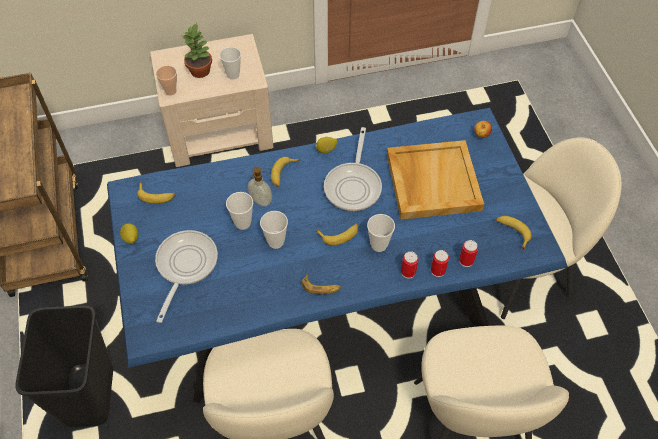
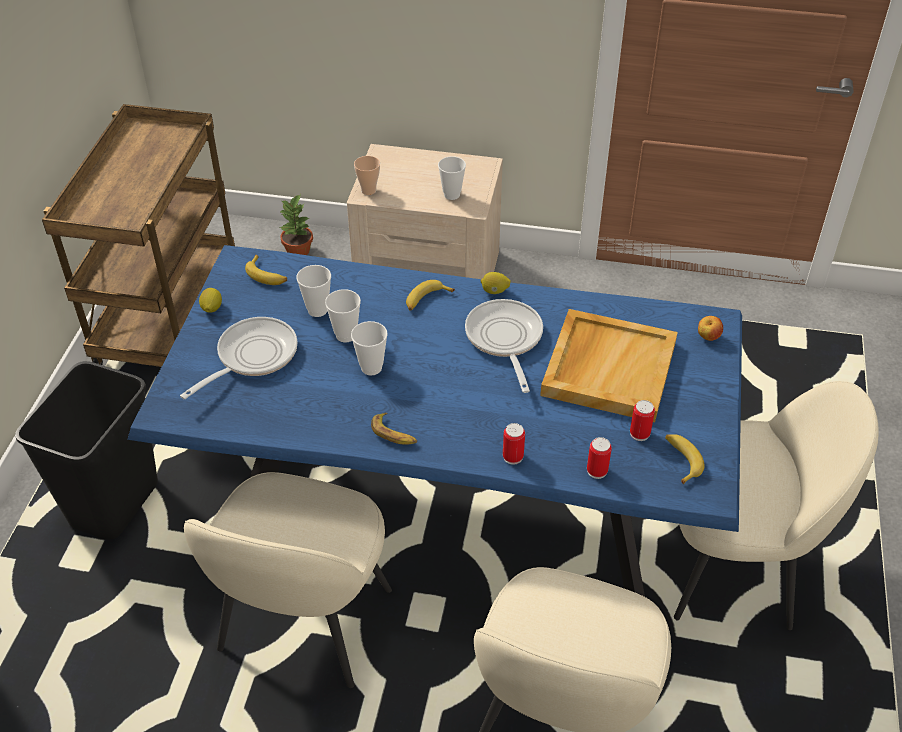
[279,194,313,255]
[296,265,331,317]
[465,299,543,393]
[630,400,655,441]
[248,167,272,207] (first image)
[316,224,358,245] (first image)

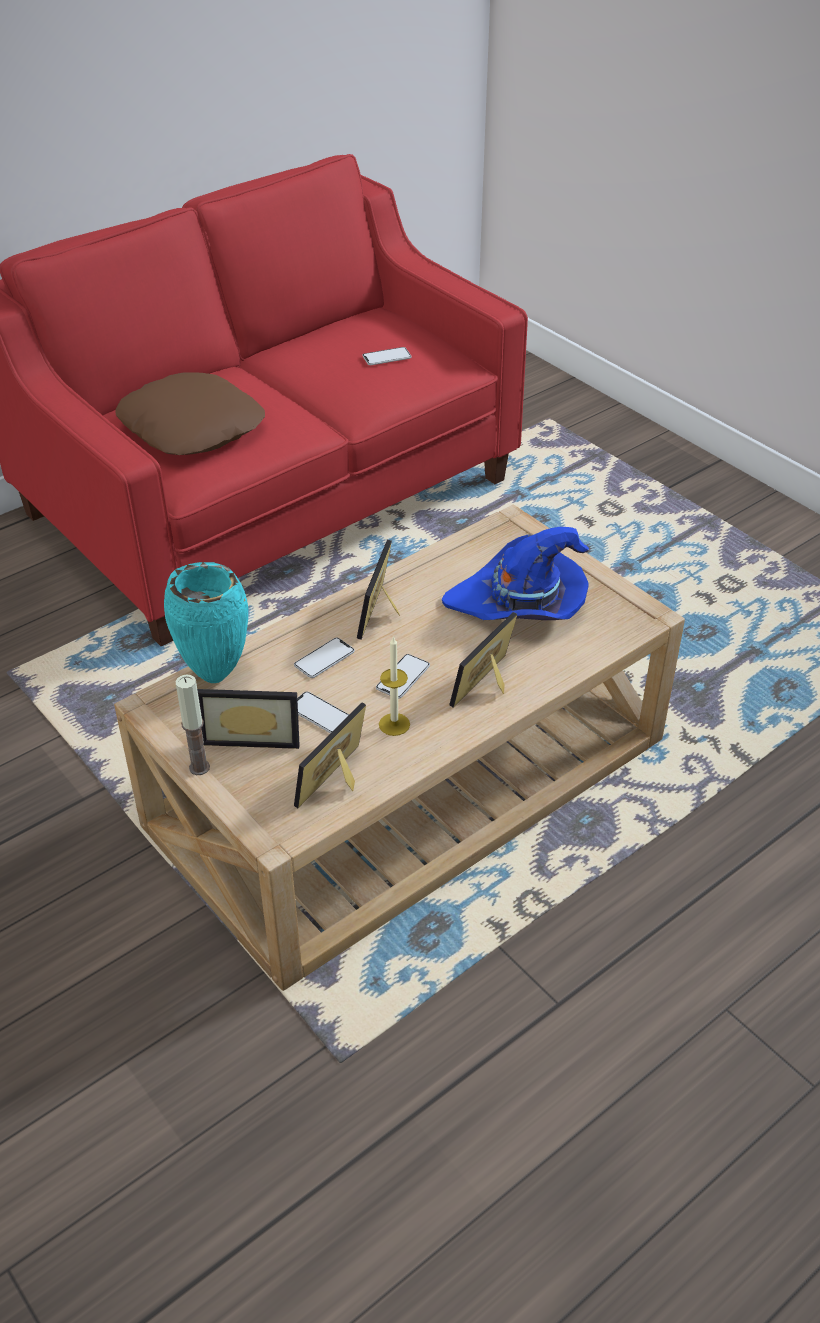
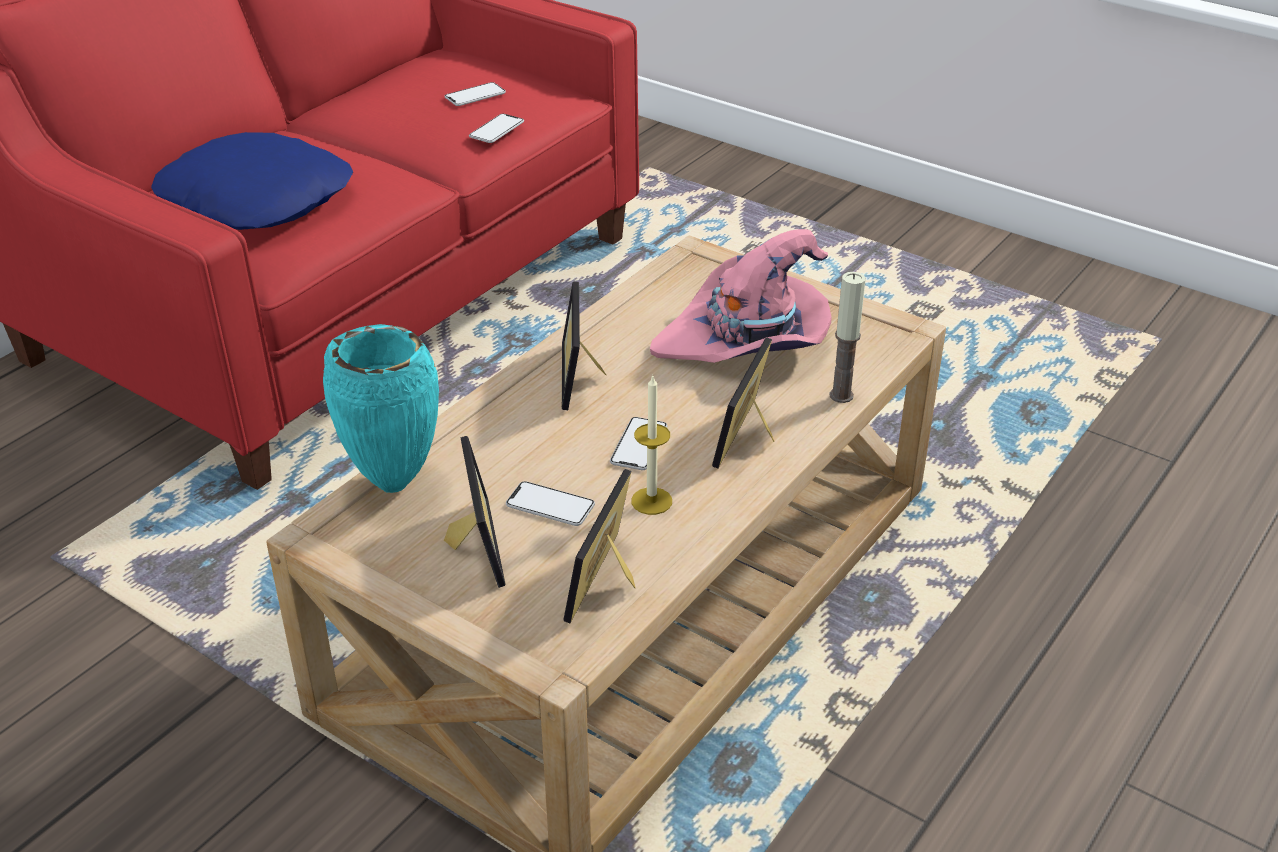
[151,132,353,230]
[444,436,505,588]
[469,114,524,143]
[650,229,832,363]
[830,272,866,403]

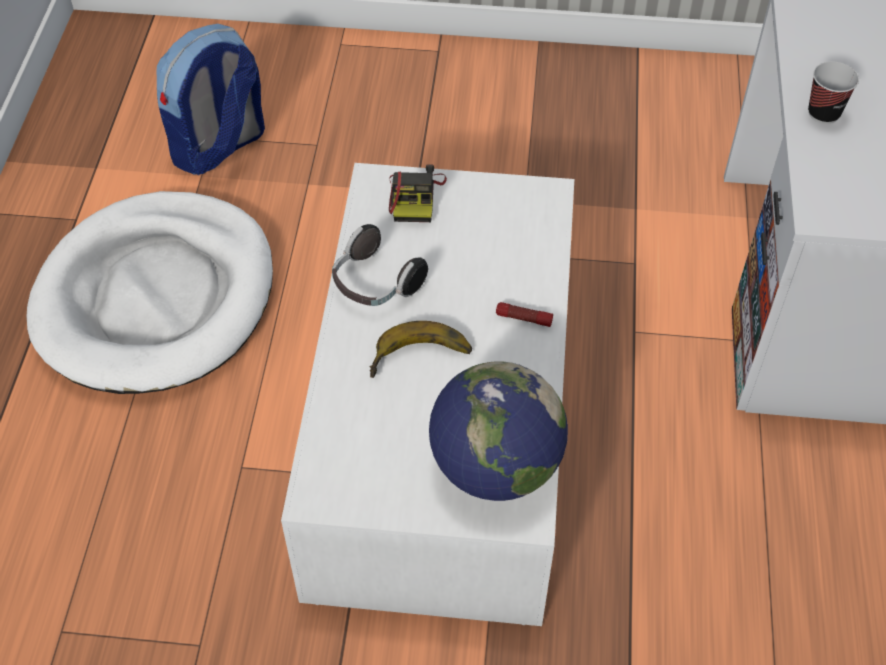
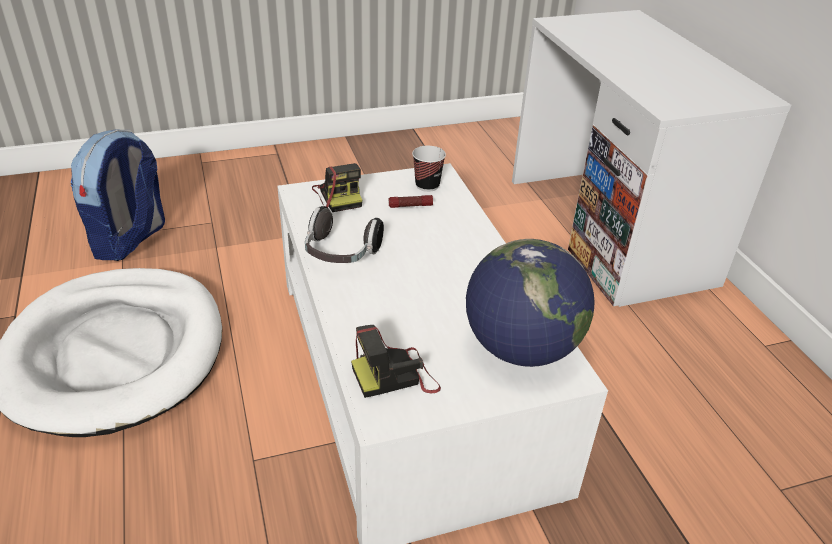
[351,325,441,398]
[388,195,433,208]
[412,146,446,192]
[370,321,472,378] (first image)

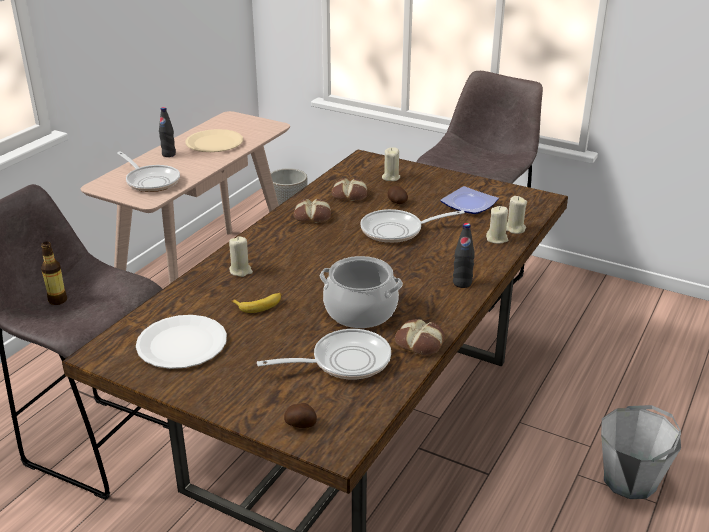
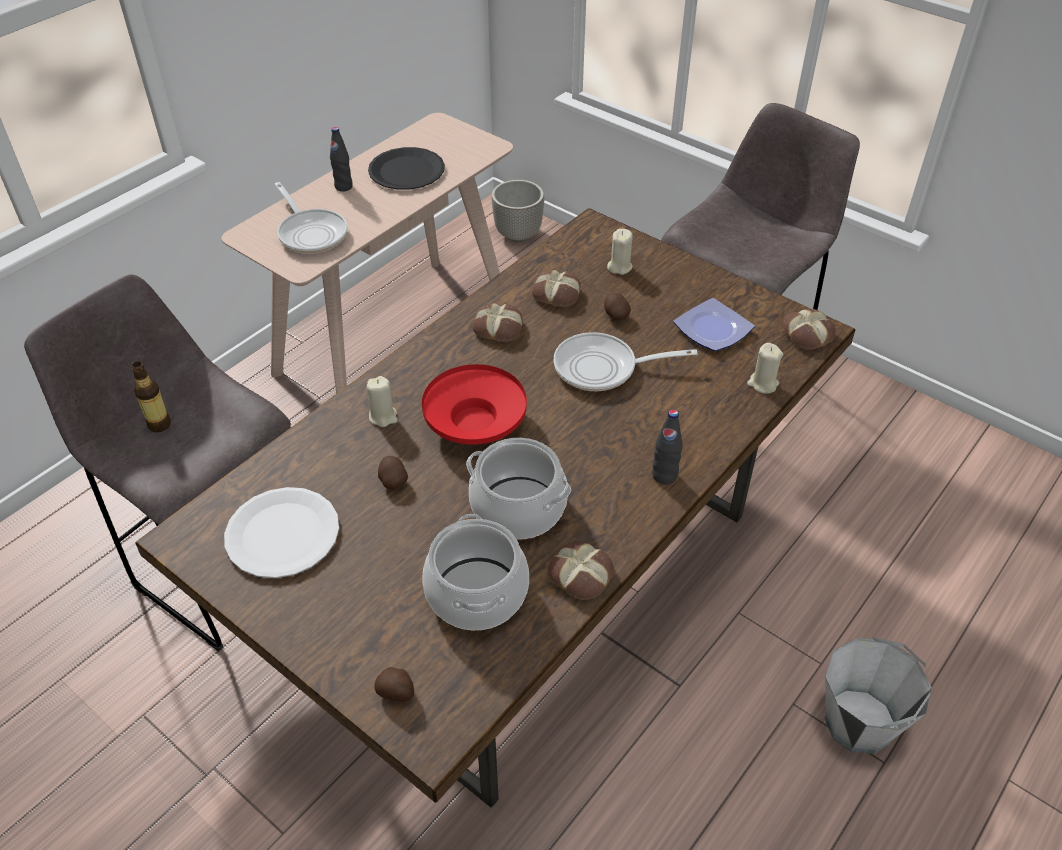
[368,147,445,190]
[378,456,408,489]
[422,364,527,445]
[422,514,529,630]
[783,309,836,350]
[486,206,508,244] (first image)

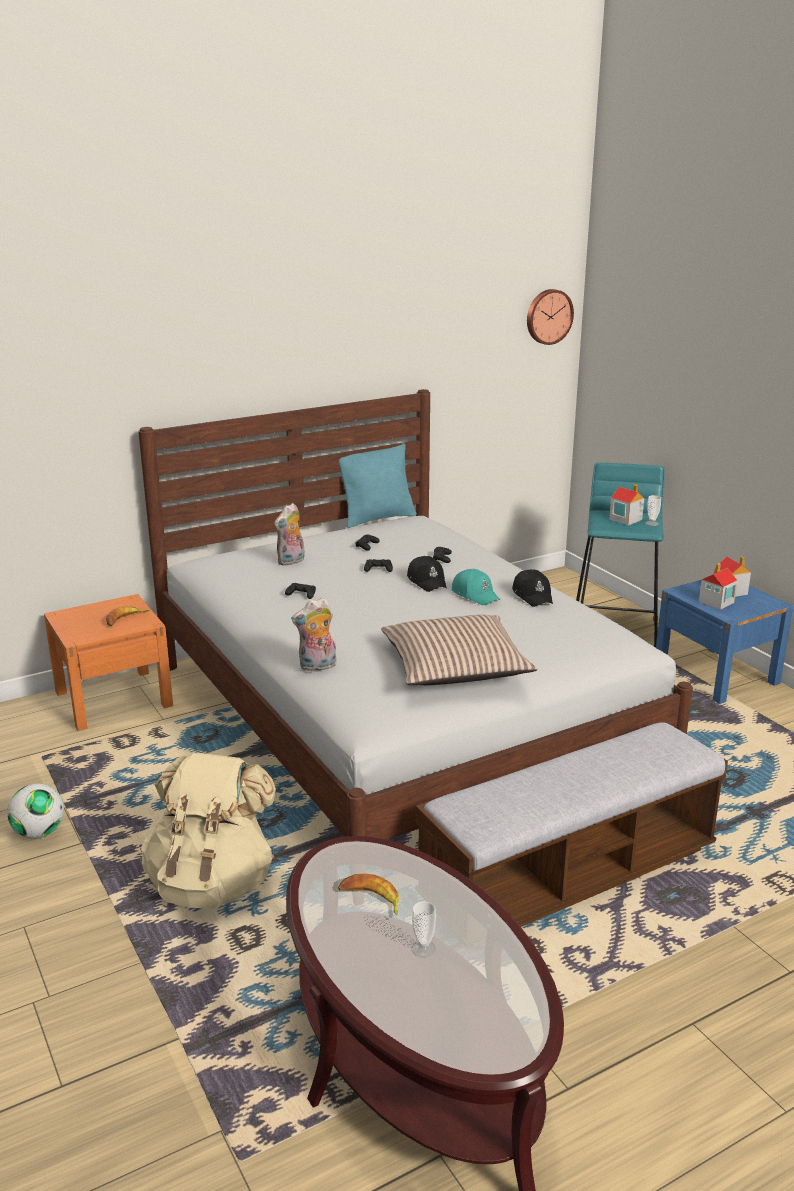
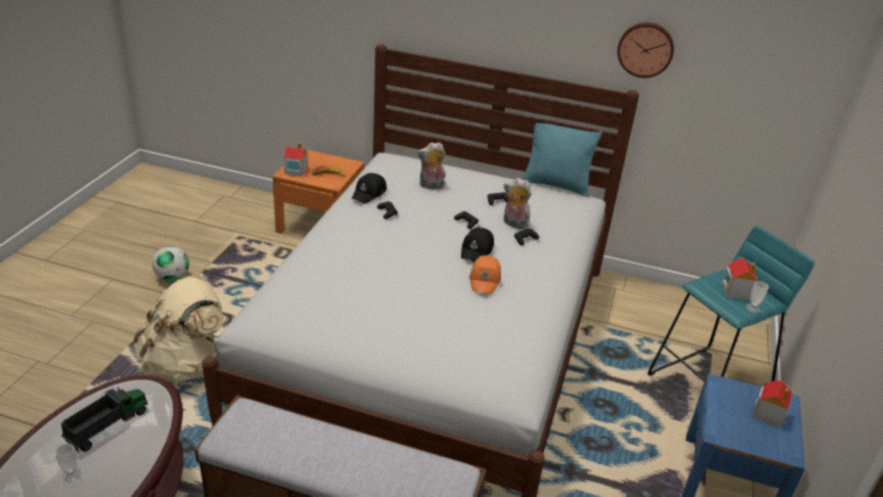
[61,388,148,452]
[284,142,308,176]
[352,173,387,204]
[469,255,501,294]
[504,178,532,229]
[617,22,674,78]
[381,615,538,685] (first image)

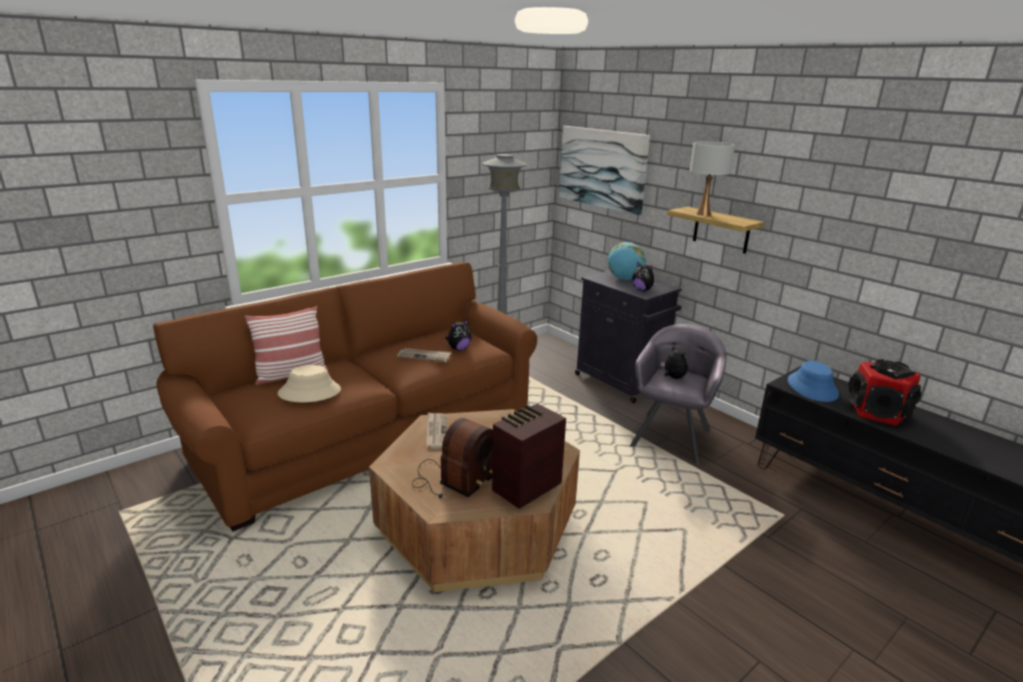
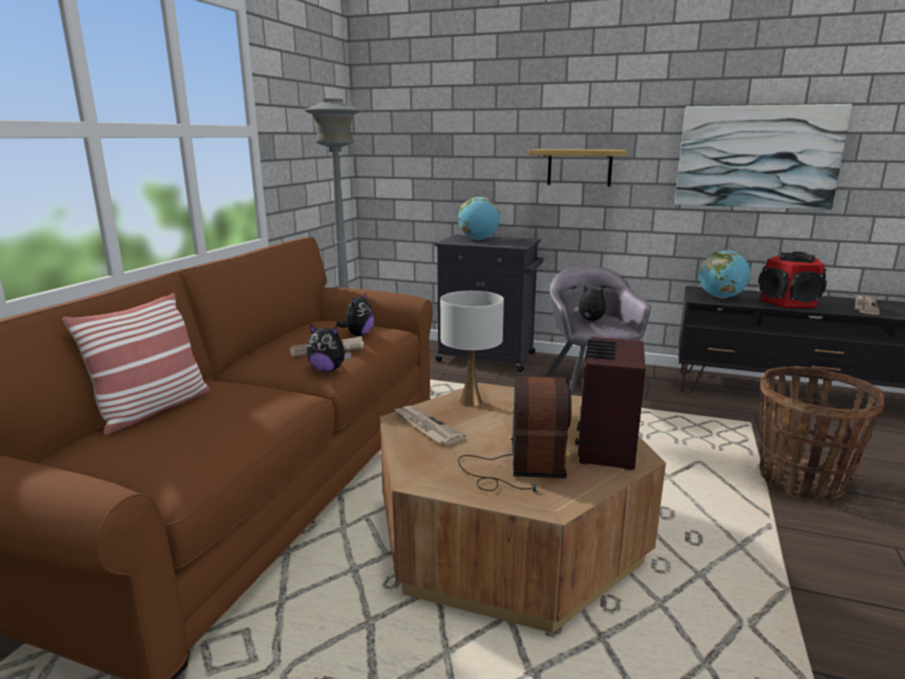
[307,324,351,372]
[440,291,504,407]
[675,104,852,210]
[699,250,750,298]
[760,366,886,501]
[855,294,880,315]
[278,365,341,402] (first image)

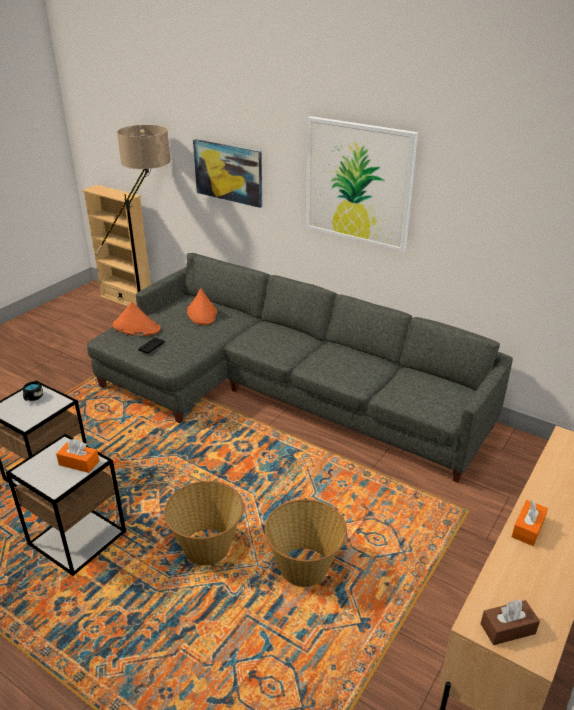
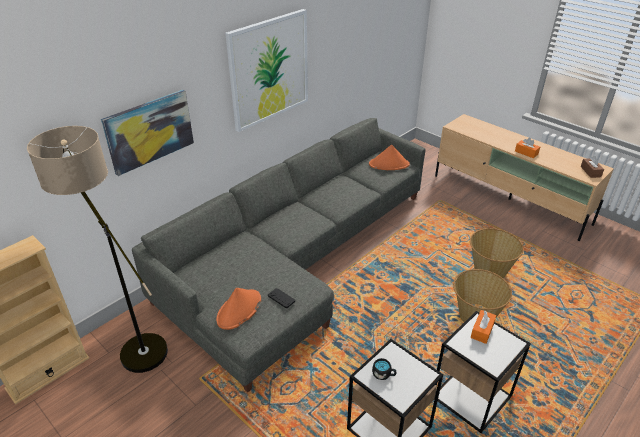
[369,144,410,170]

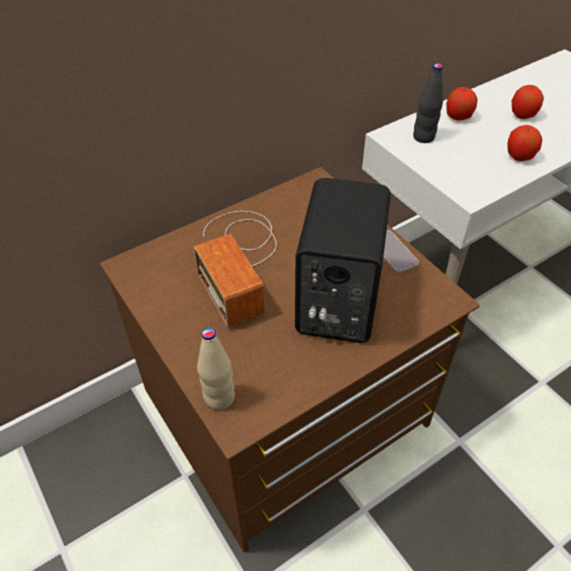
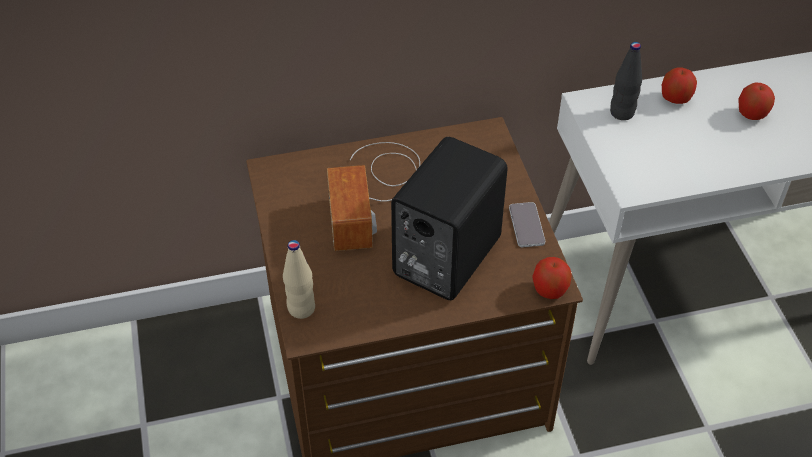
[532,257,572,299]

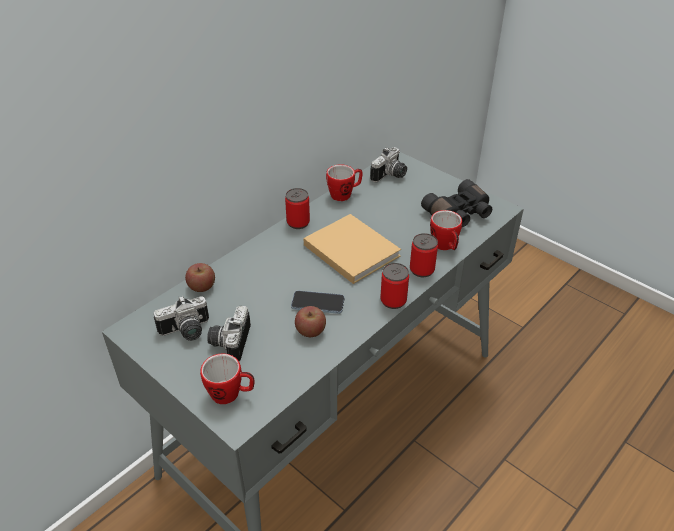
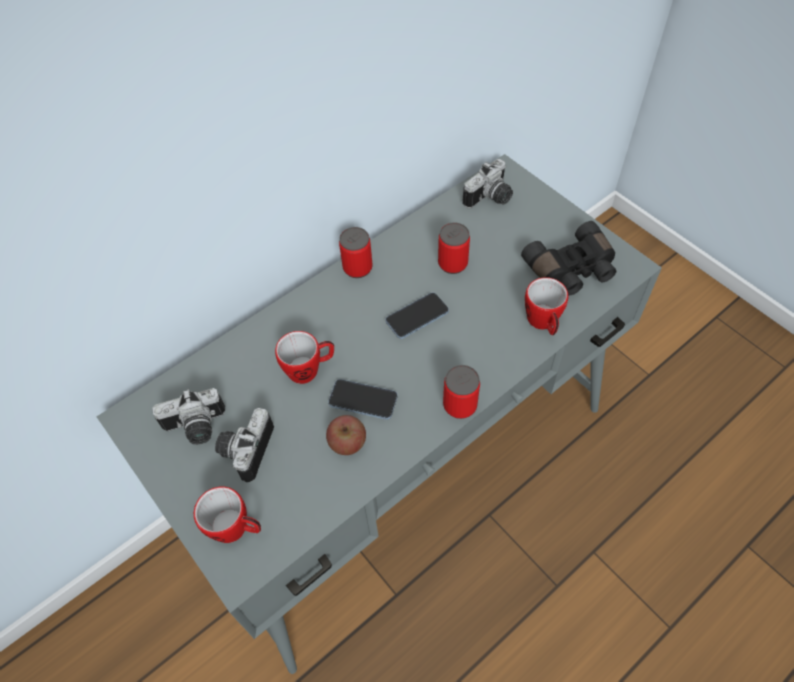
[275,331,334,384]
[386,292,449,339]
[438,222,470,274]
[185,263,215,292] (first image)

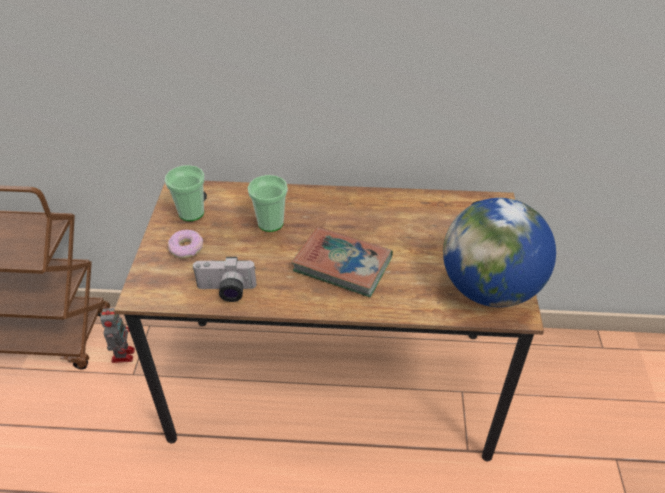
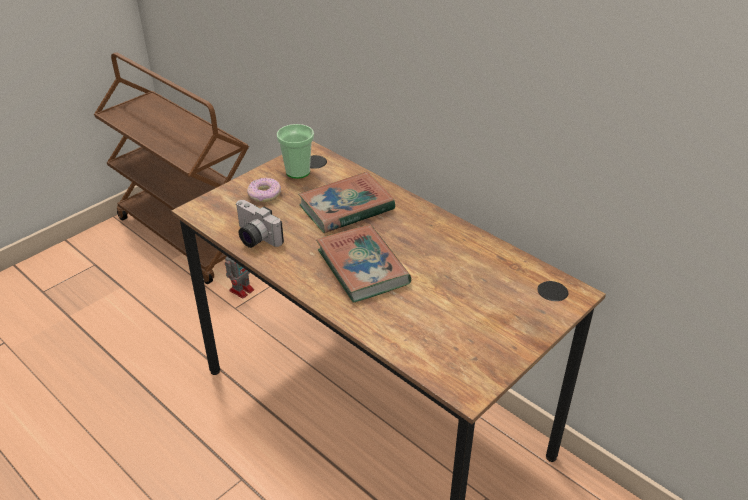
[298,172,395,233]
[443,198,556,307] (first image)

